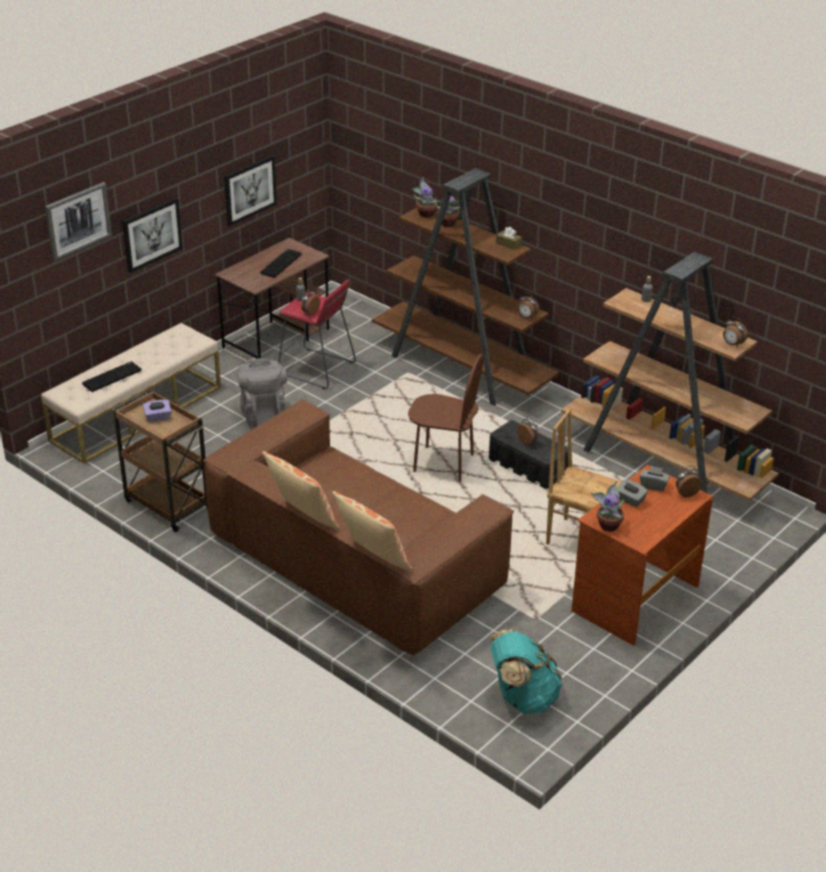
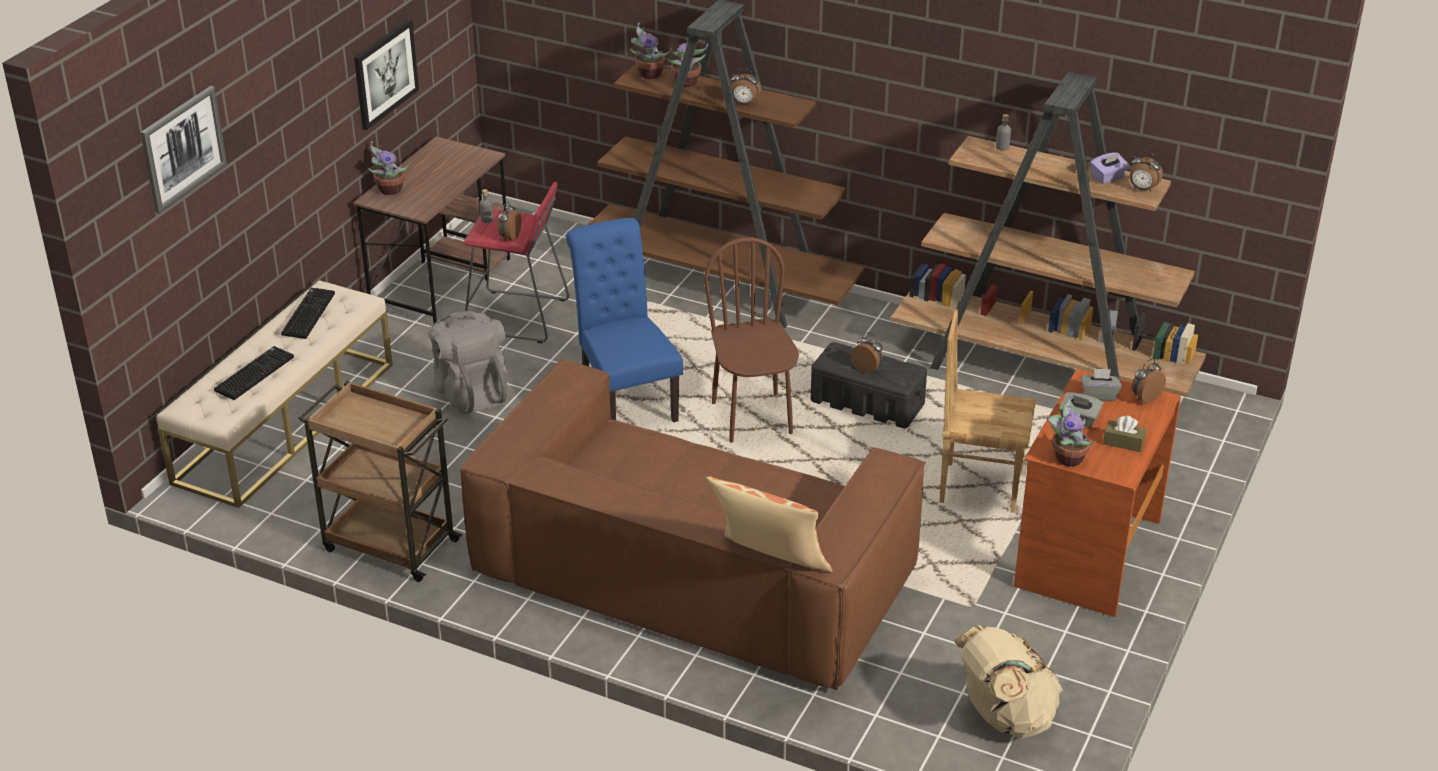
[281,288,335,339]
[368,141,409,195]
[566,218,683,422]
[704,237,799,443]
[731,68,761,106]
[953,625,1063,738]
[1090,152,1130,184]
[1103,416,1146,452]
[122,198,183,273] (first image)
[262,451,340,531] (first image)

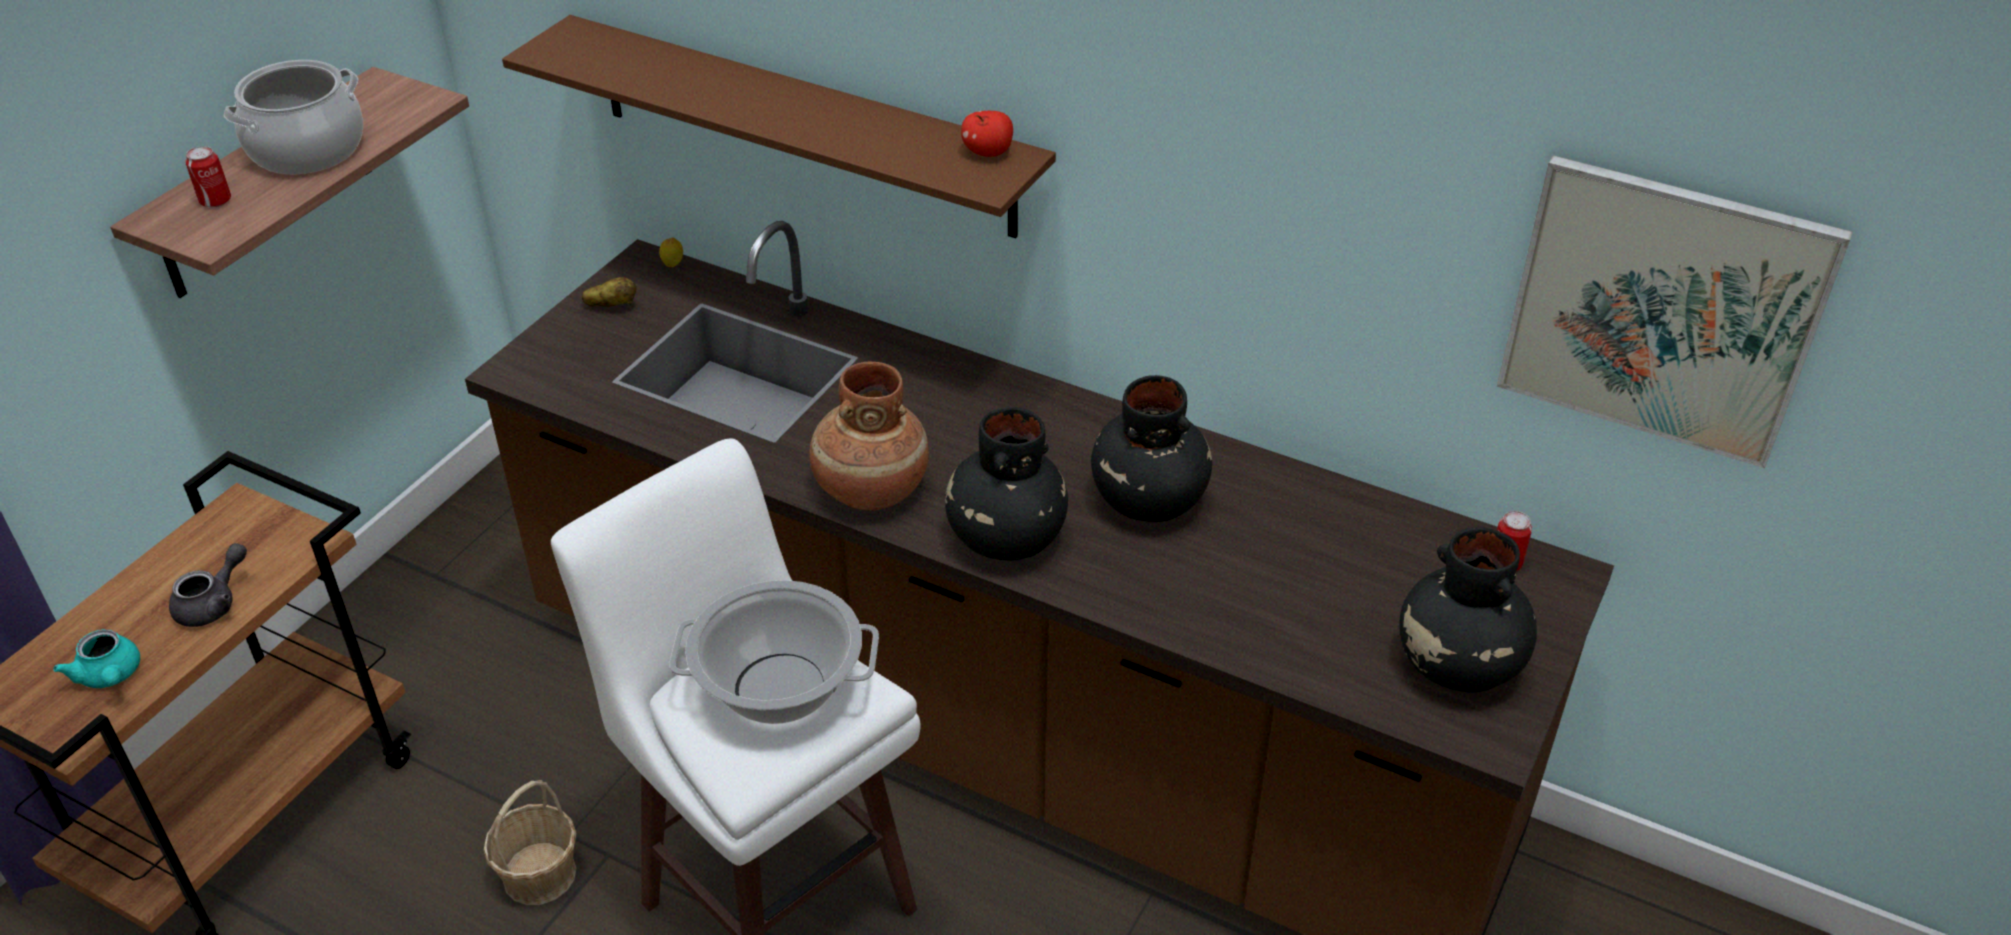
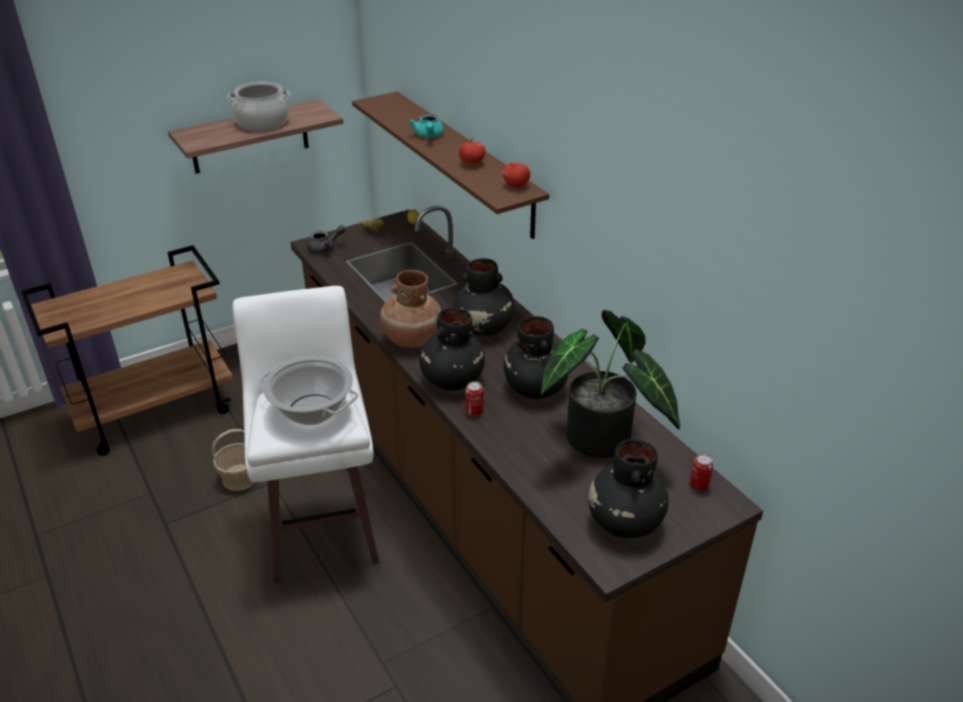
[307,225,346,253]
[408,114,444,138]
[454,258,515,336]
[459,138,485,165]
[465,381,483,416]
[540,310,680,458]
[1497,155,1853,468] (first image)

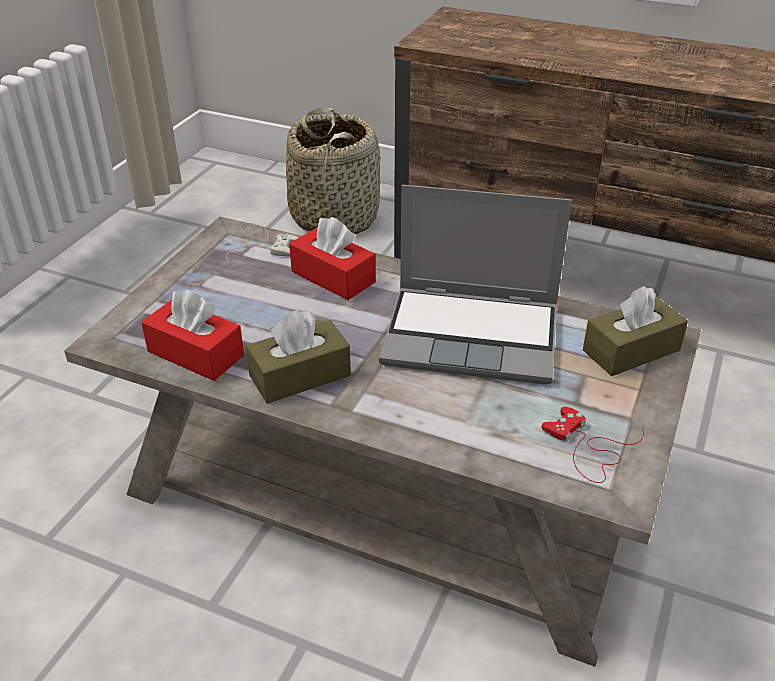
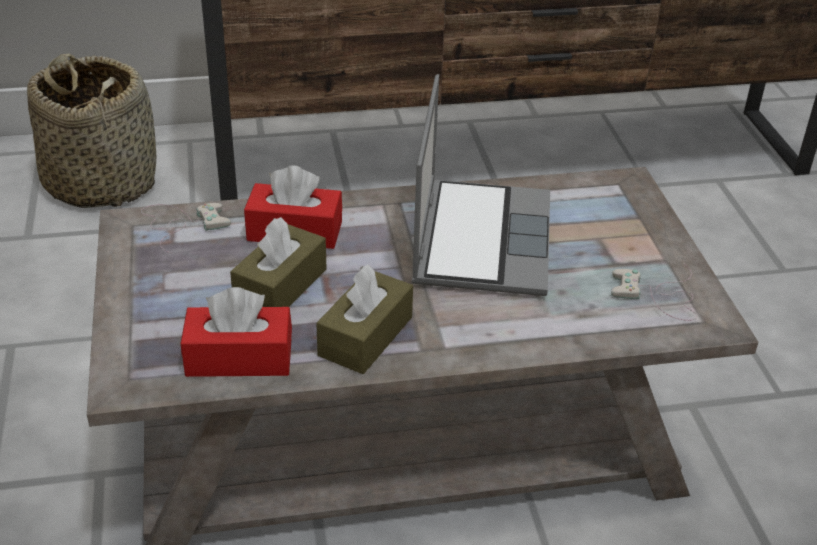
[230,217,327,307]
[412,74,550,296]
[611,264,697,321]

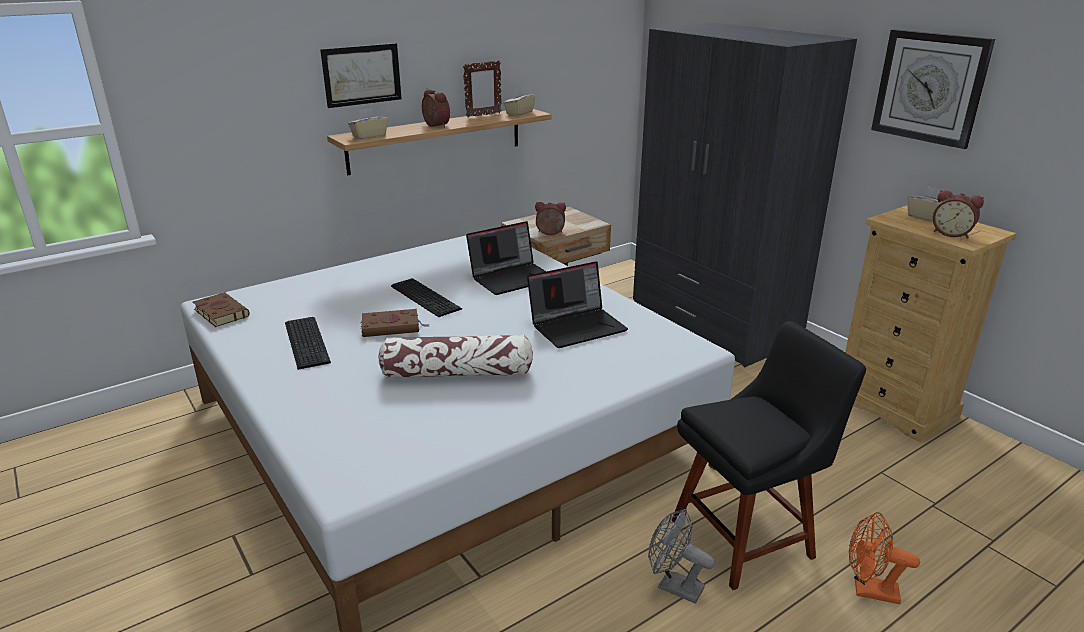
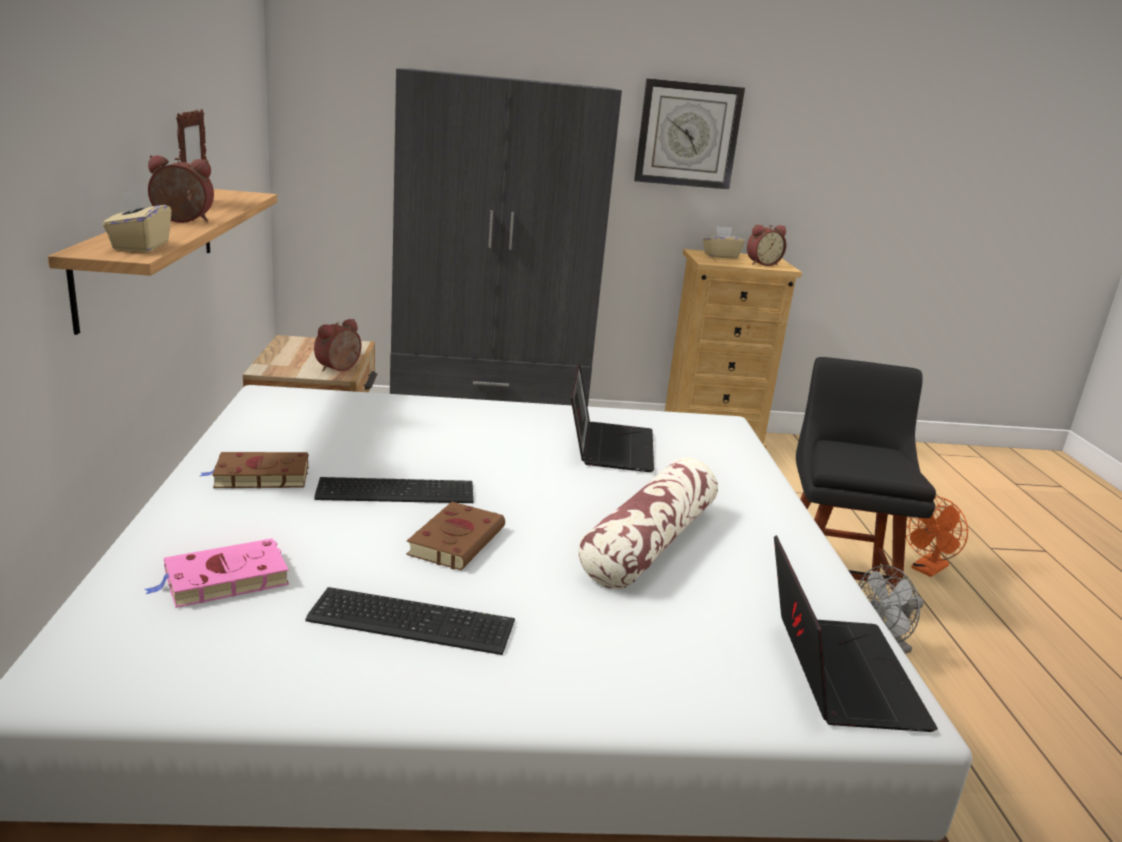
[144,538,289,608]
[200,452,309,488]
[774,535,938,732]
[320,43,402,108] (first image)
[503,88,535,116] (first image)

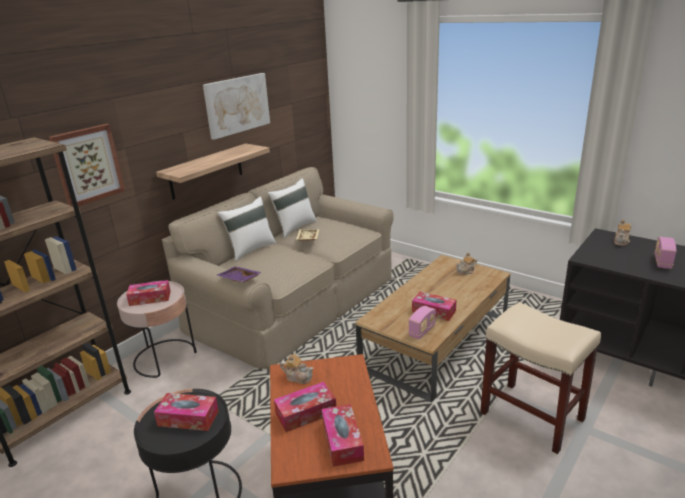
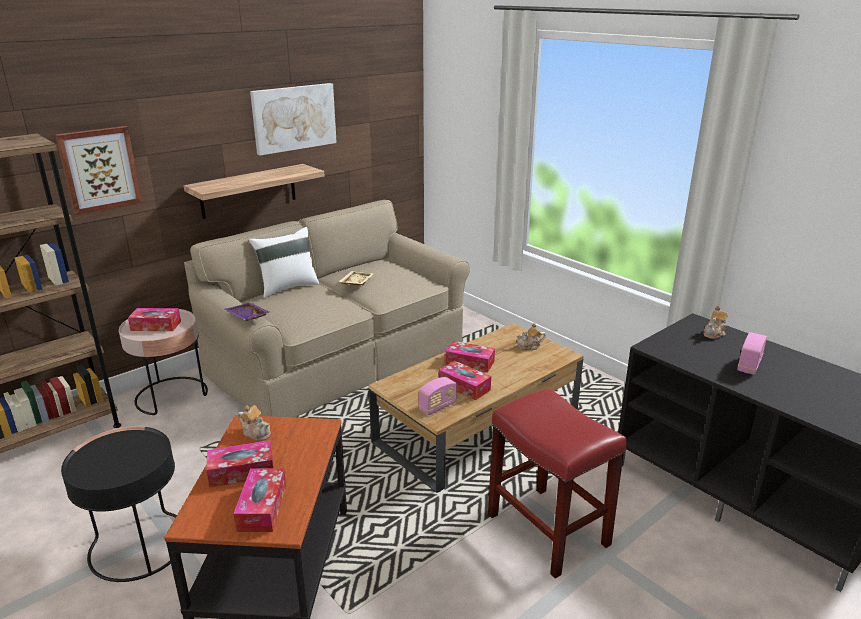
[445,341,495,373]
[488,388,627,579]
[268,178,317,238] (first image)

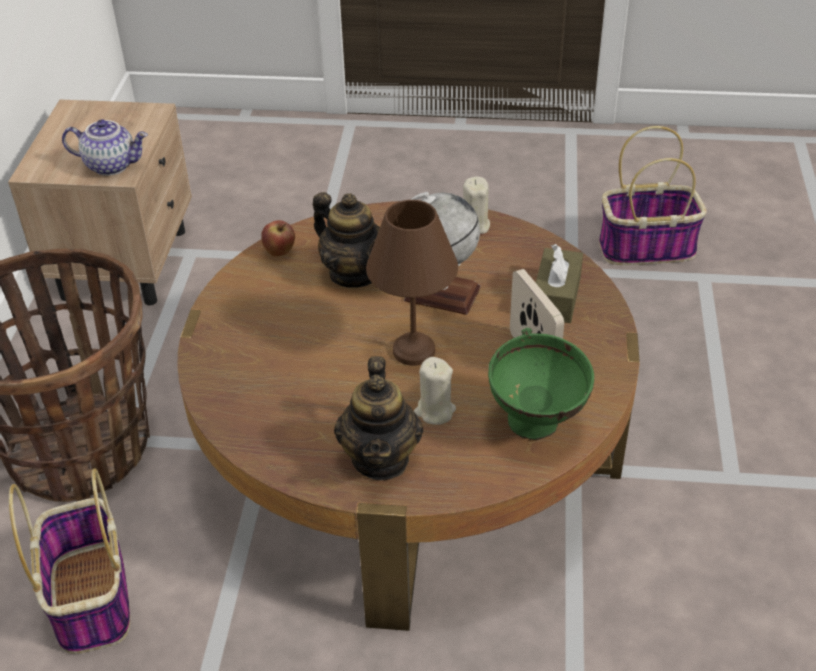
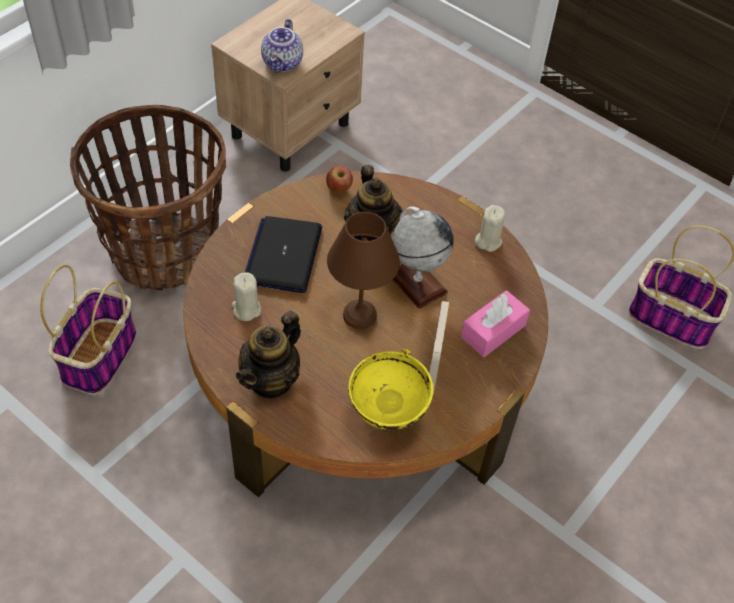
[232,272,261,321]
[245,216,322,293]
[261,19,303,72]
[348,349,434,432]
[461,290,530,357]

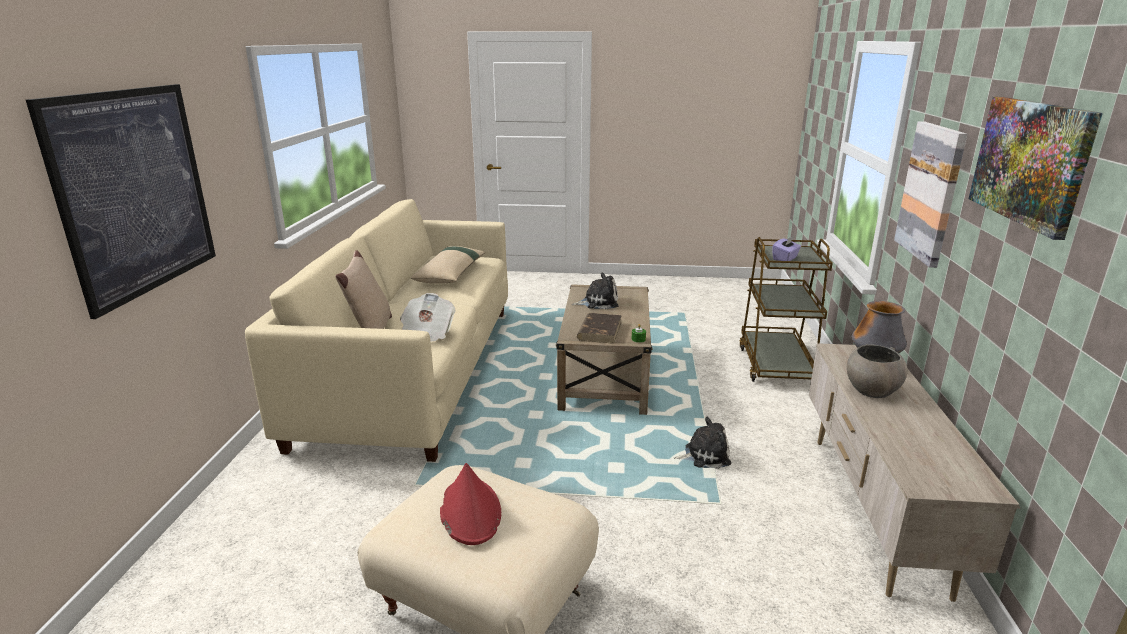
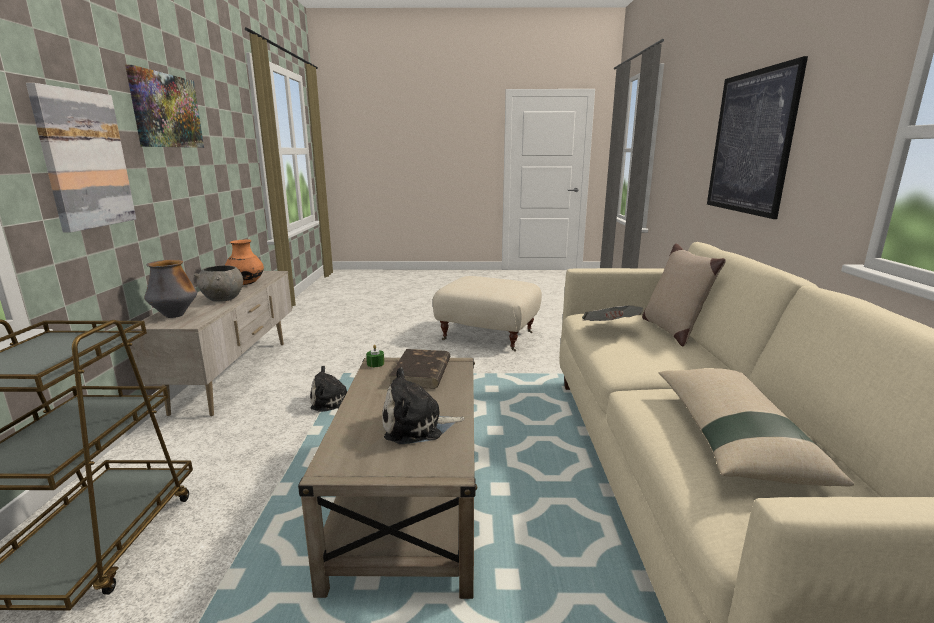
[225,239,264,285]
[440,463,501,545] (first image)
[772,236,801,261] (first image)

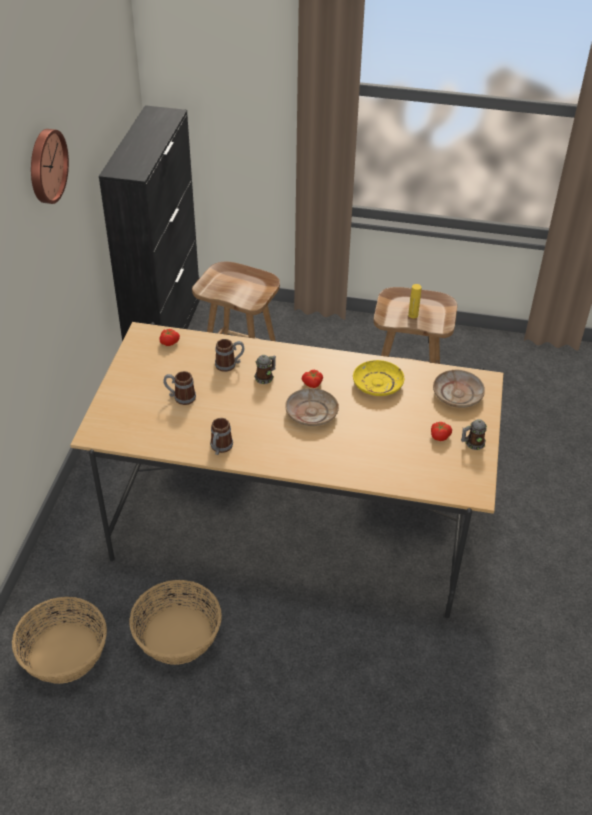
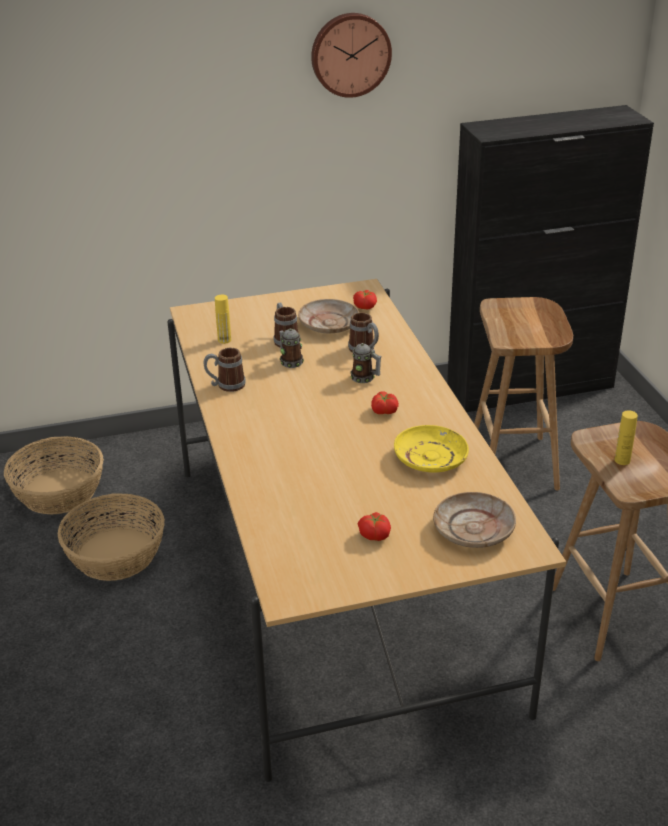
[215,295,231,344]
[279,328,304,368]
[298,299,359,333]

